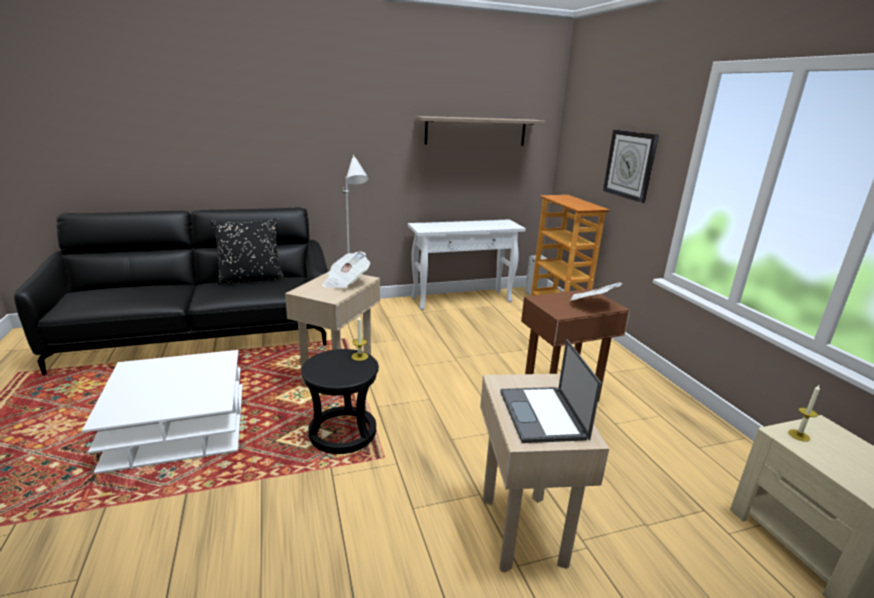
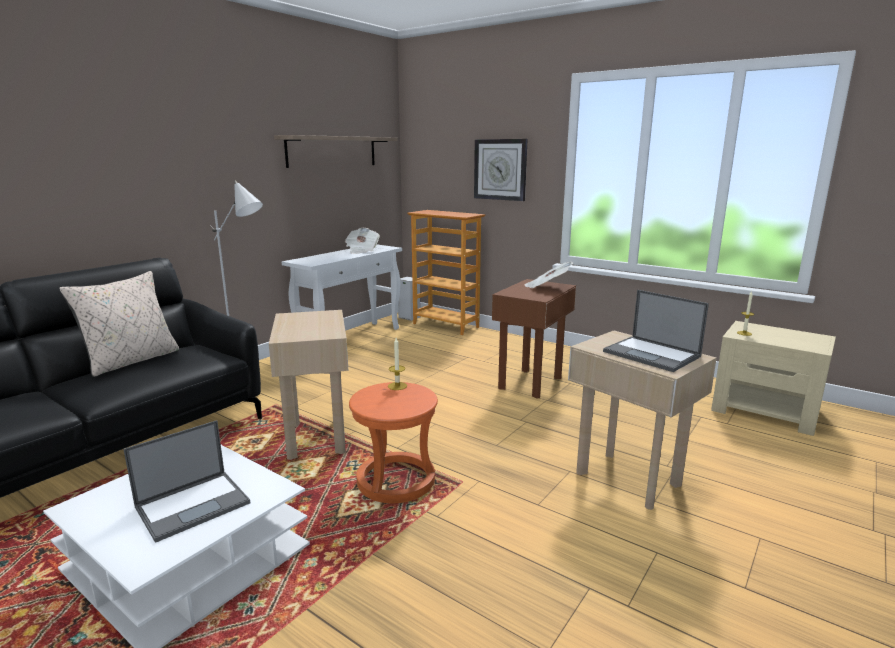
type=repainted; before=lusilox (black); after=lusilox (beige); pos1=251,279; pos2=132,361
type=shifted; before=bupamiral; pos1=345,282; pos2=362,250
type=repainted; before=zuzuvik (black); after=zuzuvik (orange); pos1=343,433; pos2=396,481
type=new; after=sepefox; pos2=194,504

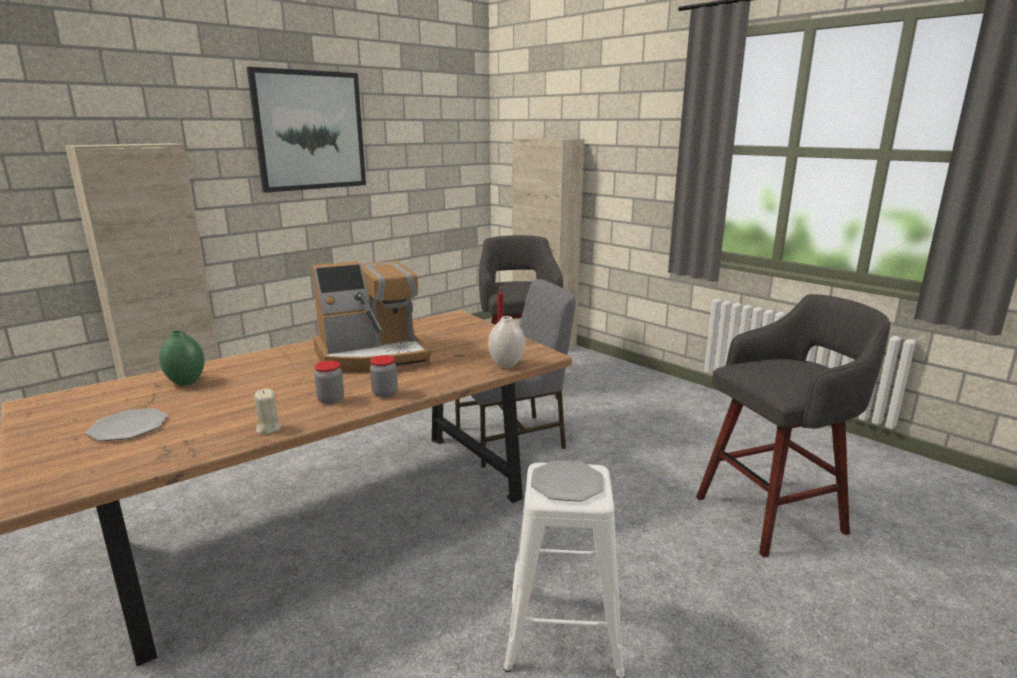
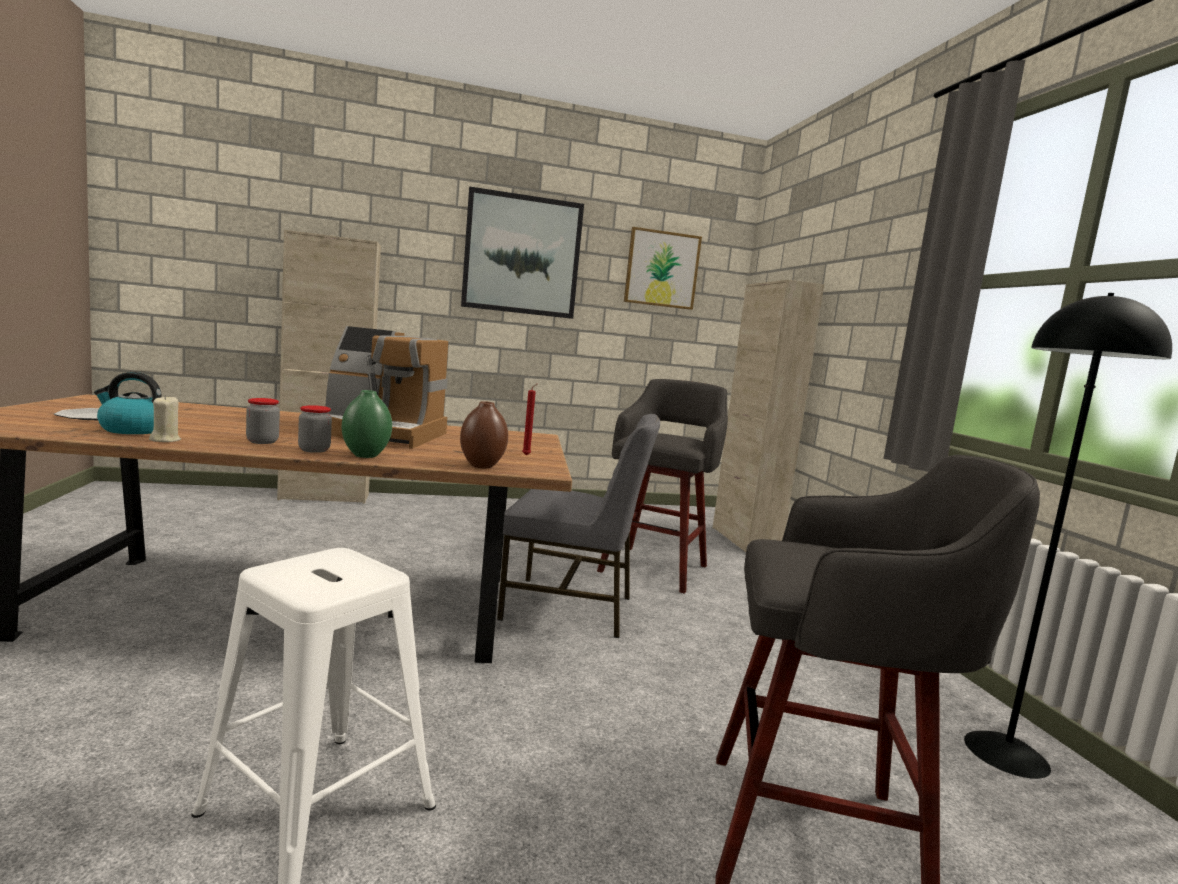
type=repainted; before=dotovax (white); after=dotovax (brown); pos1=506,365; pos2=481,466
type=shifted; before=dotovax (green); pos1=185,382; pos2=365,455
type=gone; before=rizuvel; pos1=567,483
type=new; after=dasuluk; pos2=662,269
type=new; after=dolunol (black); pos2=1007,754
type=new; after=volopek; pos2=133,430

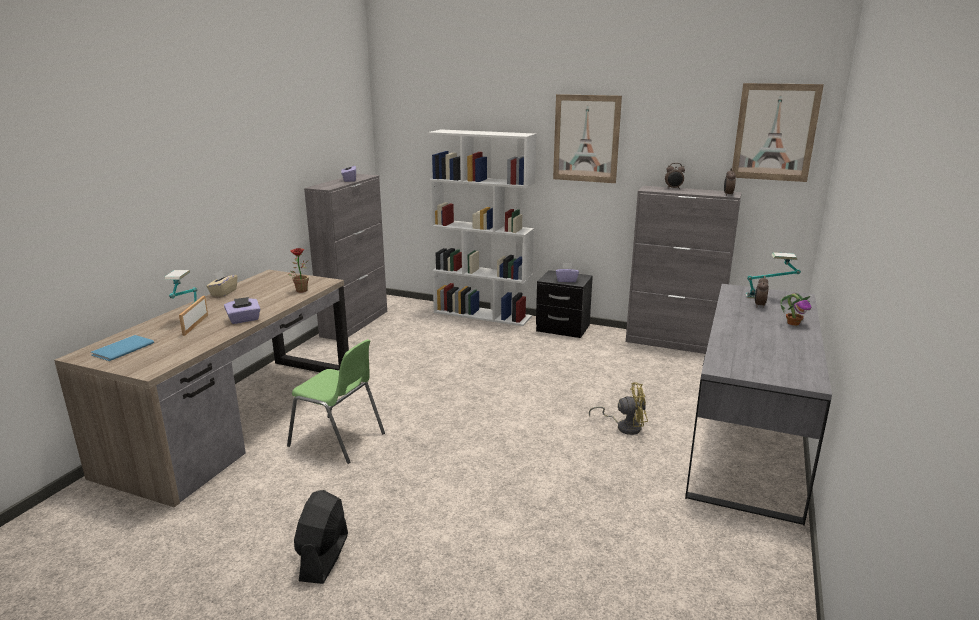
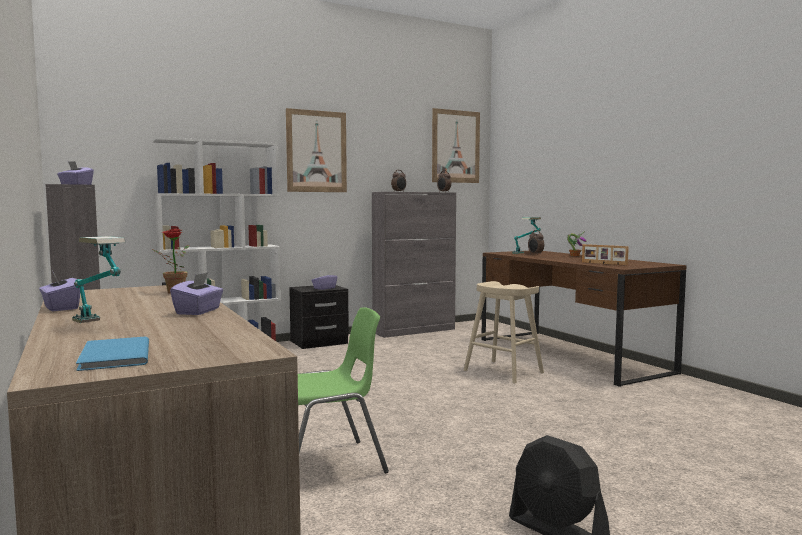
type=repainted; before=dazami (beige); after=dazami (purple); pos1=223,292; pos2=60,308
type=repainted; before=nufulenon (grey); after=nufulenon (brown); pos1=747,439; pos2=569,355
type=shifted; before=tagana; pos1=195,325; pos2=604,263
type=swapped; before=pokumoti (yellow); after=zuzuvik (beige); pos1=624,426; pos2=503,372

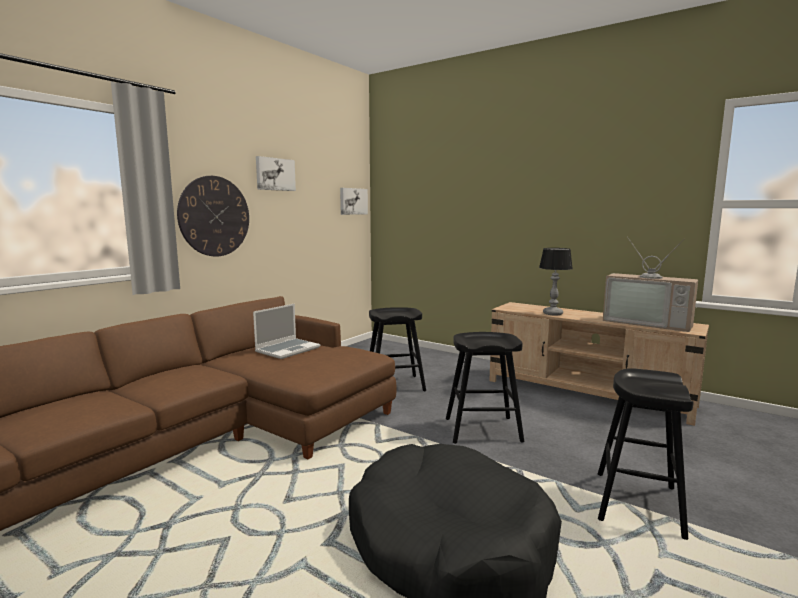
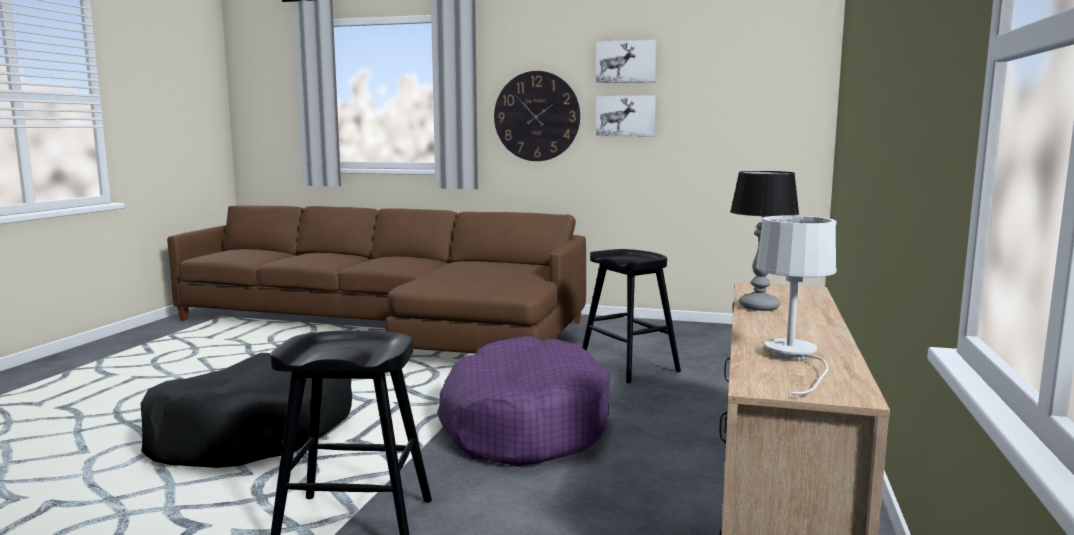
type=shifted; before=dasuluk; pos1=353,201; pos2=626,116
type=swapped; before=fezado; after=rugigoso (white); pos1=648,322; pos2=794,359
type=gone; before=sepefox; pos1=288,349
type=swapped; before=zuzuvik (black); after=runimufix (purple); pos1=482,430; pos2=523,424

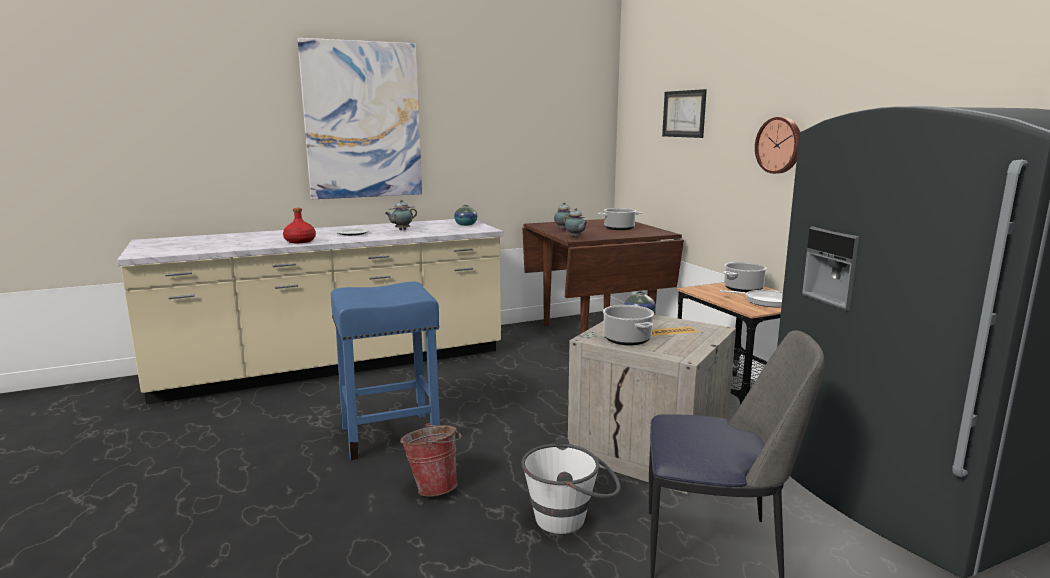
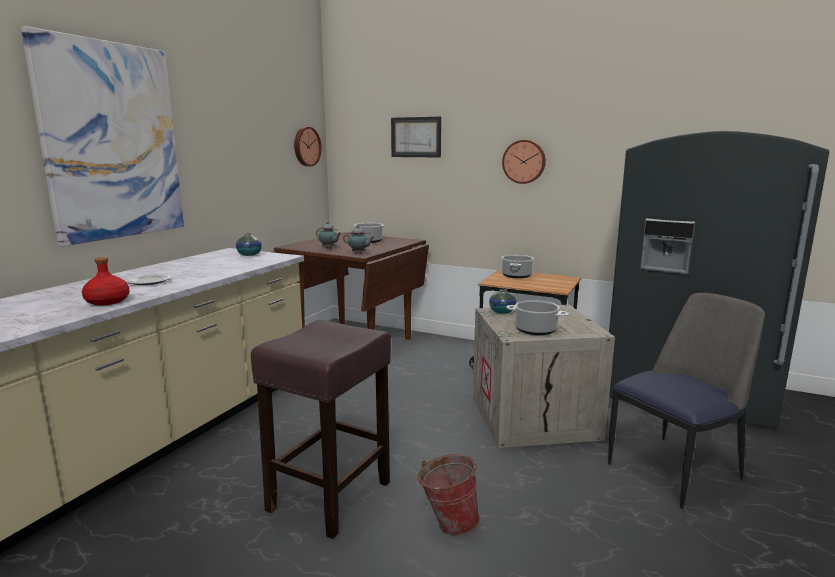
type=gone; before=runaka; pos1=401,230
type=repainted; before=zuzuvik (blue); after=zuzuvik (brown); pos1=392,435; pos2=331,495
type=gone; before=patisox; pos1=765,301
type=gone; before=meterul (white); pos1=571,518
type=new; after=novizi; pos2=306,146

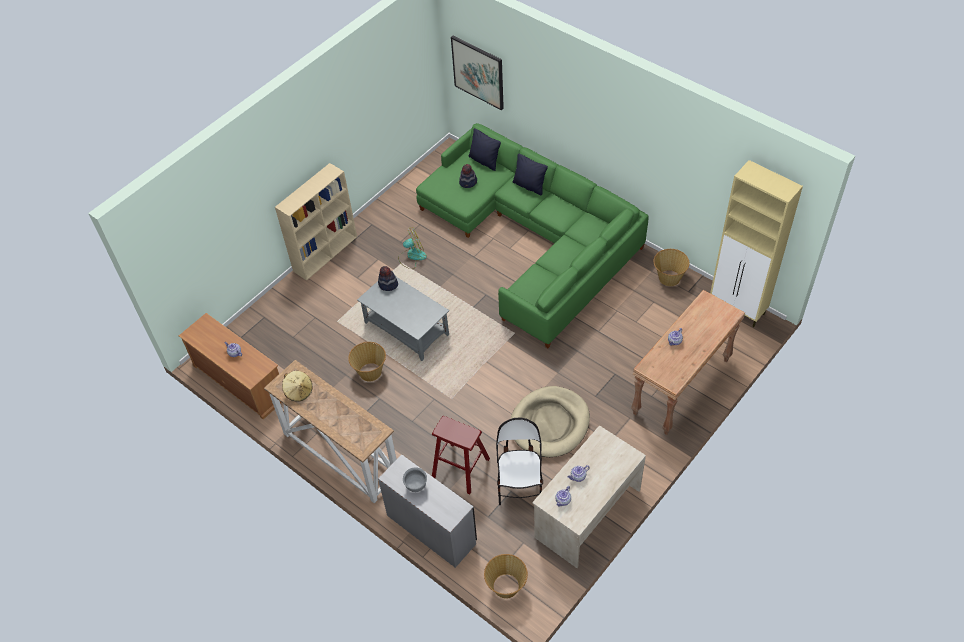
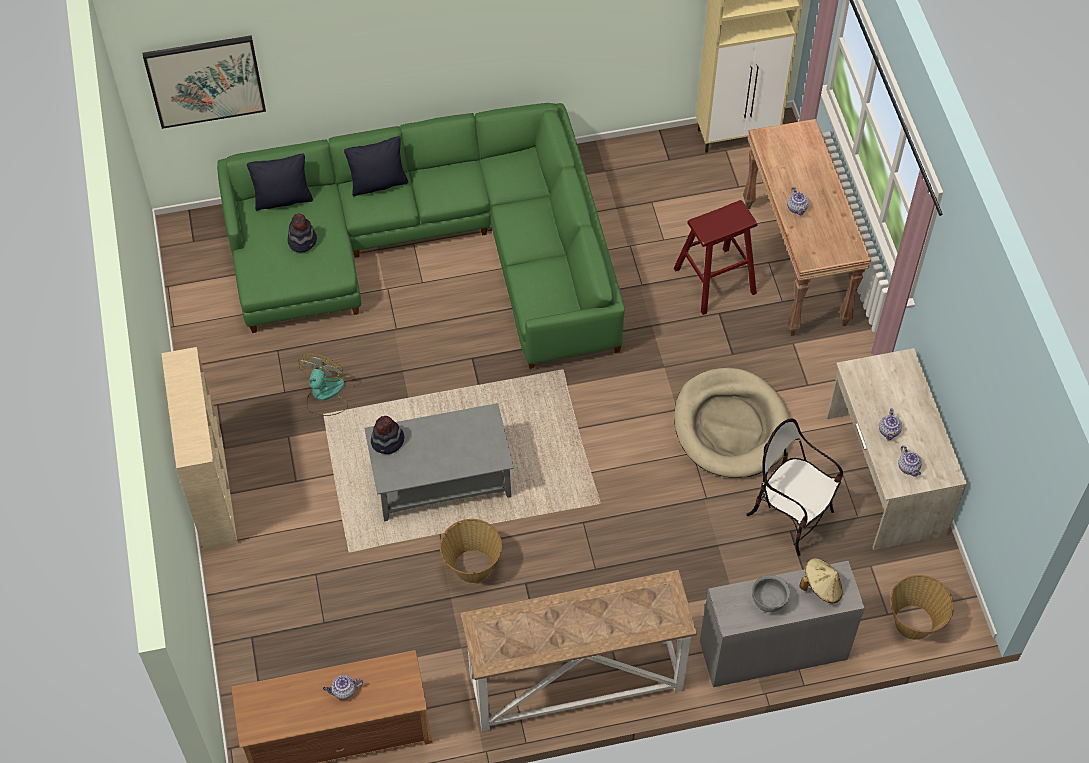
type=gone; before=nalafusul; pos1=669,278
type=shifted; before=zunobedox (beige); pos1=299,391; pos2=821,587
type=shifted; before=zuzuvik (red); pos1=461,468; pos2=715,281

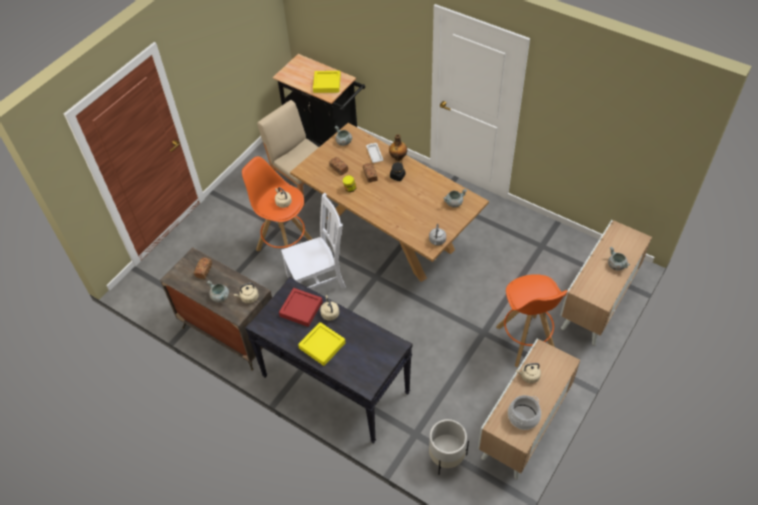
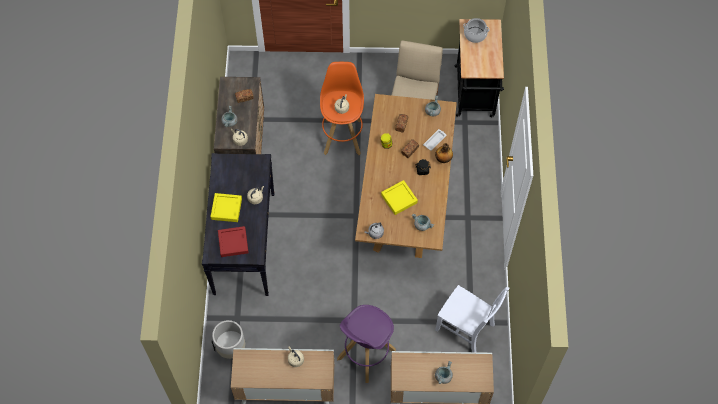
type=shifted; before=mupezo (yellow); pos1=327,84; pos2=399,199
type=shifted; before=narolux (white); pos1=318,280; pos2=466,328
type=repainted; before=zuzuvik (orange); after=zuzuvik (purple); pos1=526,341; pos2=365,355
type=shifted; before=mupezo (red); pos1=301,309; pos2=233,243
type=shifted; before=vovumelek; pos1=523,417; pos2=475,35

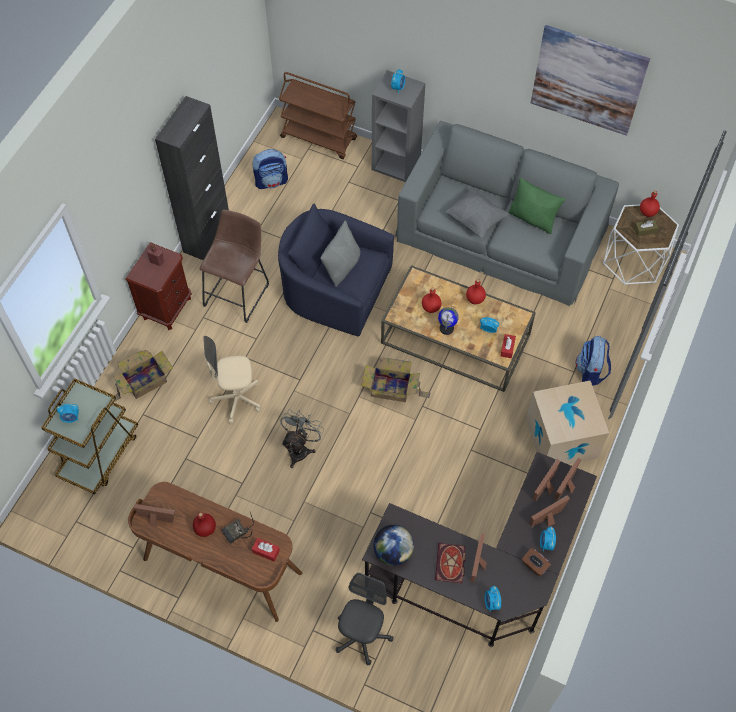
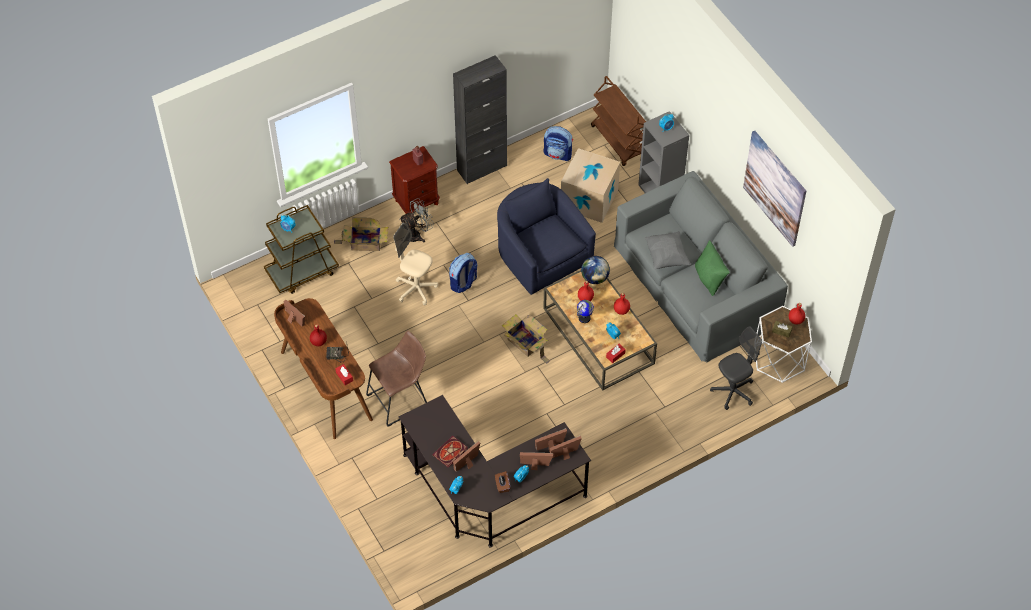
type=shifted; before=zuzuvik (brown); pos1=238,292; pos2=400,399
type=gone; before=lusilox (grey); pos1=342,266
type=shifted; before=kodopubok; pos1=590,371; pos2=463,283
type=shifted; before=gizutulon; pos1=561,438; pos2=589,199
type=shifted; before=pokumoti (grey); pos1=300,448; pos2=417,235
type=shifted; before=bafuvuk; pos1=393,552; pos2=595,278
type=shifted; before=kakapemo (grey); pos1=362,636; pos2=733,392

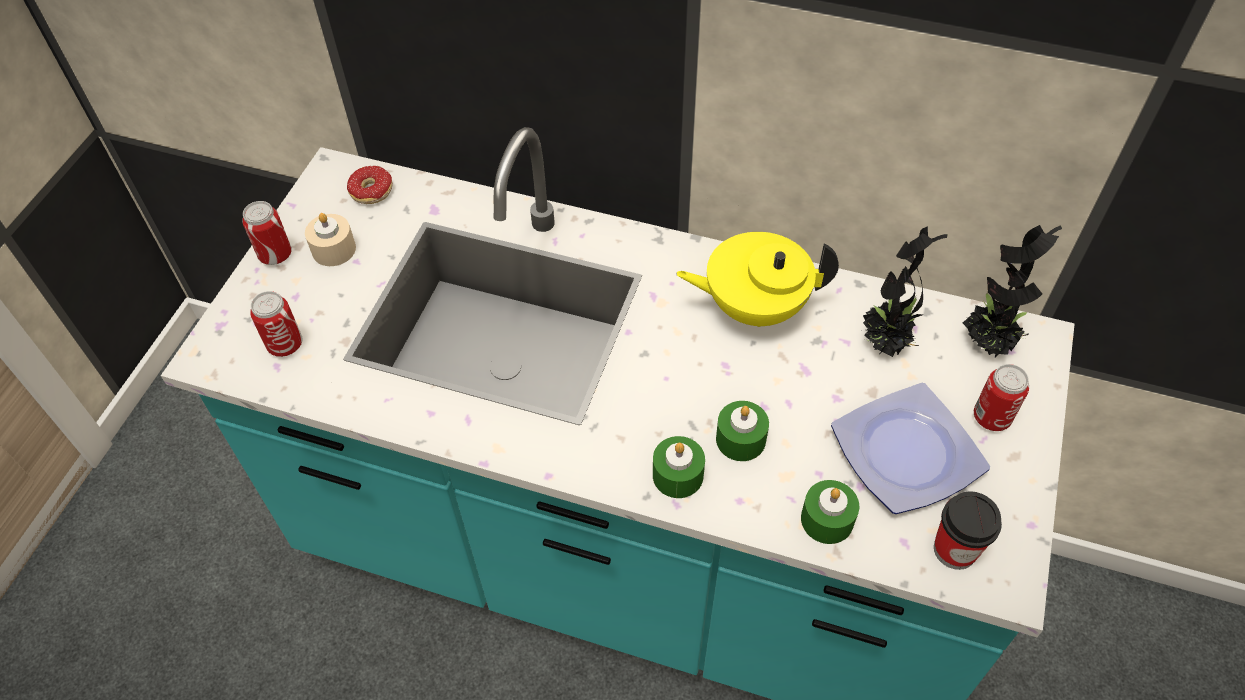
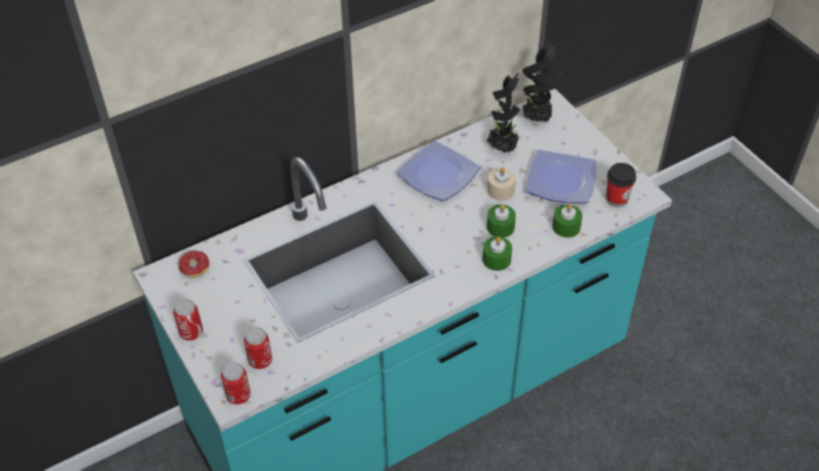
type=shifted; before=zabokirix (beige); pos1=334,249; pos2=500,190
type=swapped; before=runaka (yellow); after=rizuvel; pos1=754,306; pos2=436,175
type=shifted; before=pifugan; pos1=991,417; pos2=238,395

